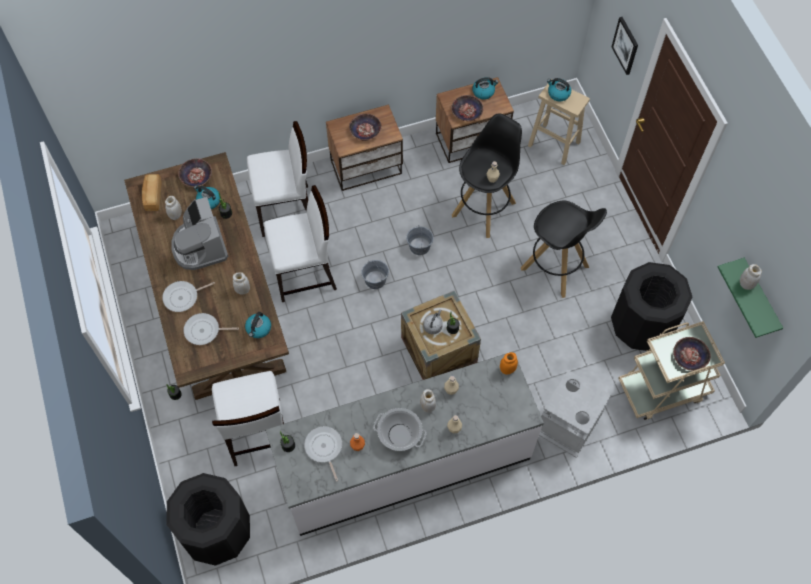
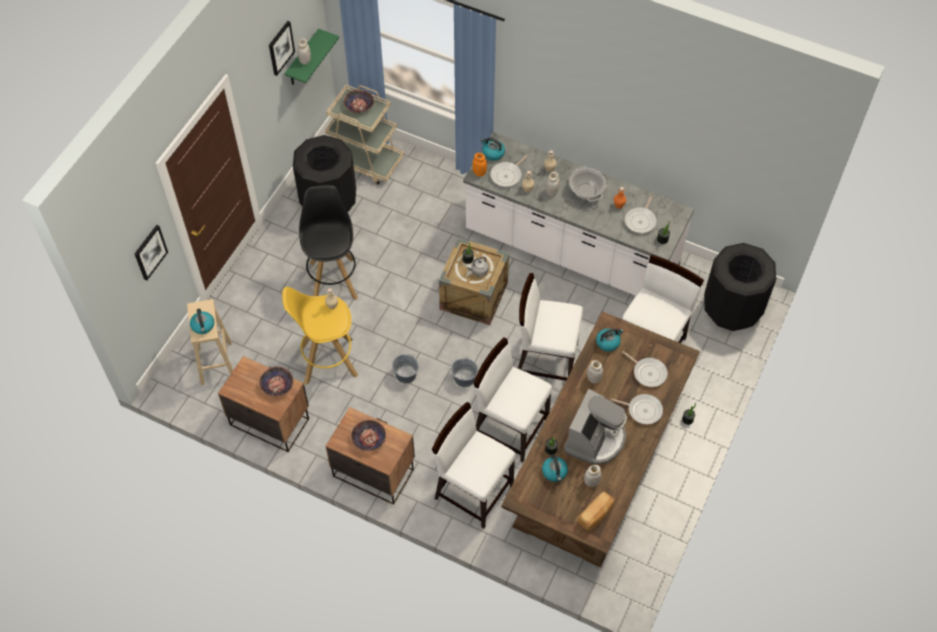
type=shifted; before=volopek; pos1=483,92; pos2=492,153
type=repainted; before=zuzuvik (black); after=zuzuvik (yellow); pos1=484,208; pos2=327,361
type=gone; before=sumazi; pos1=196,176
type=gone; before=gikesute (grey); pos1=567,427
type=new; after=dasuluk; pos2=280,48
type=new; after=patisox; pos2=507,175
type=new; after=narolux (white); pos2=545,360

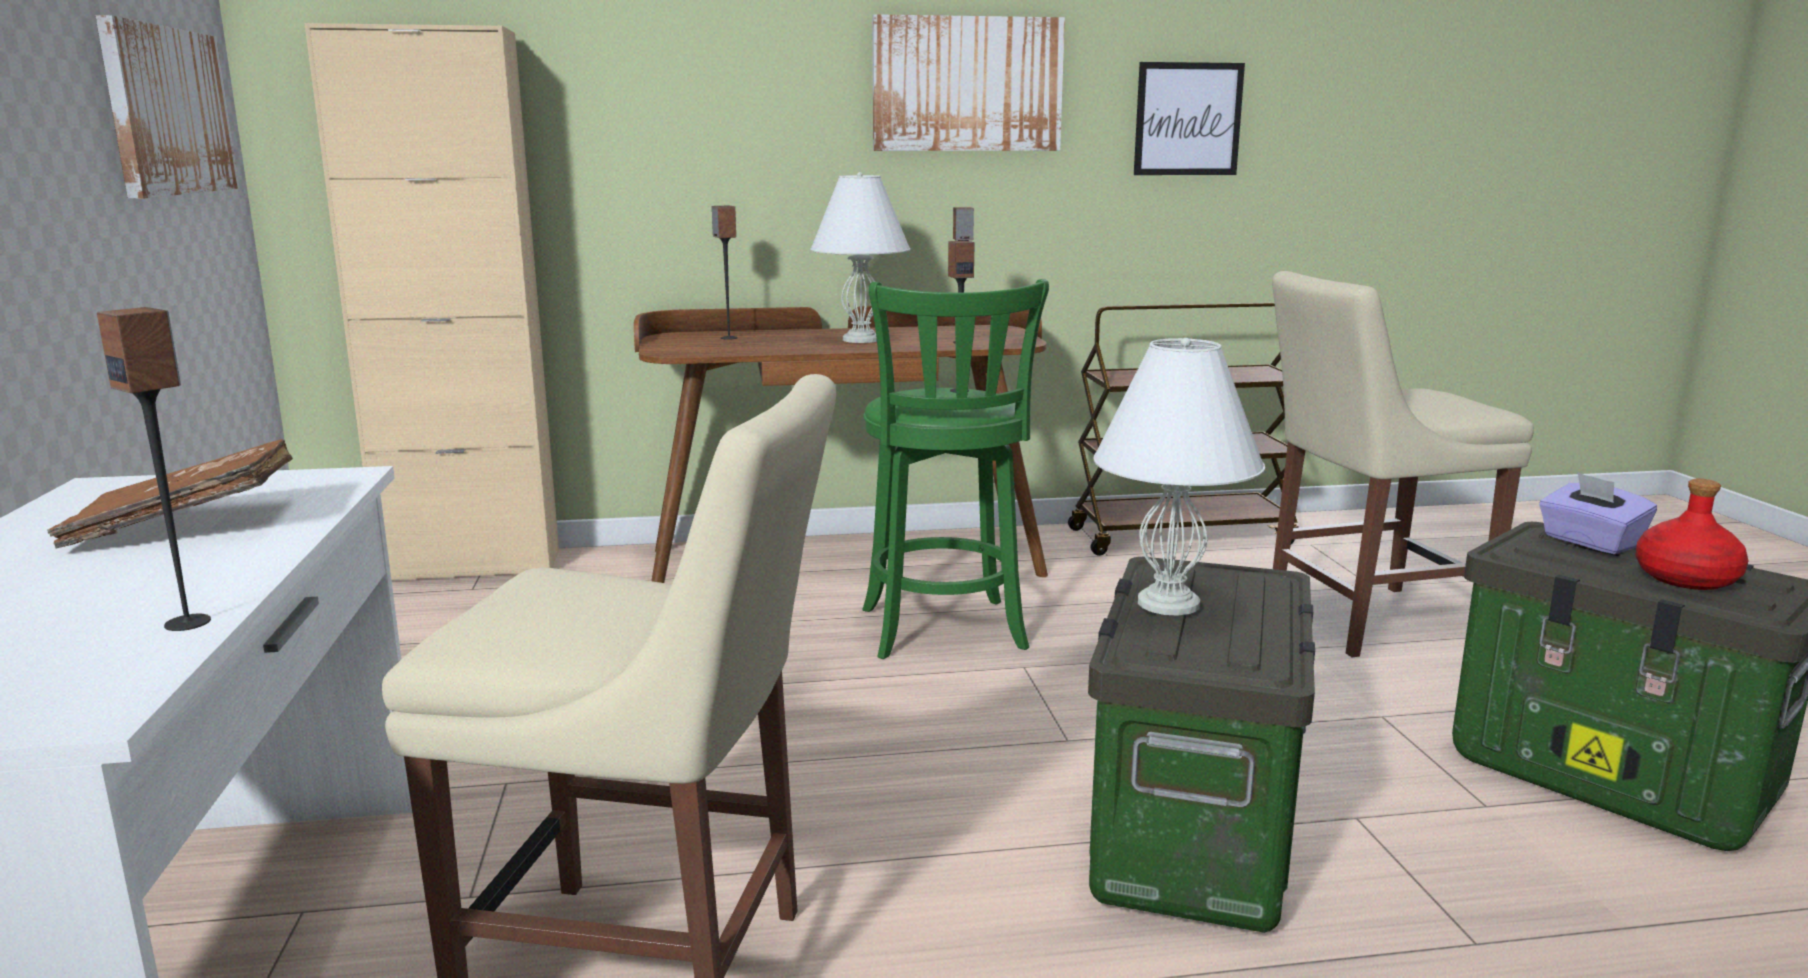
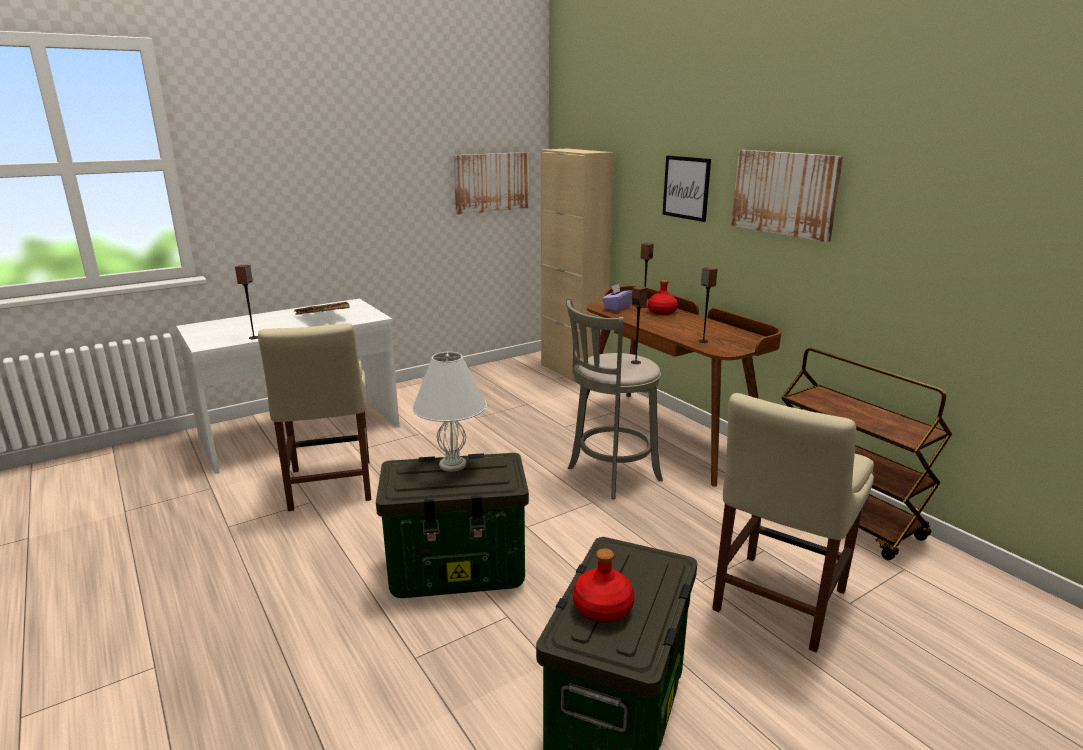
type=shifted; before=dasuluk; pos1=1188,119; pos2=686,188
type=gone; before=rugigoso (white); pos1=861,339
type=rotated; before=narolux (beige); pos1=1364,621; pos2=776,603; turn=-105
type=repainted; before=zuzuvik (green); after=zuzuvik (grey); pos1=944,632; pos2=610,475
type=shifted; before=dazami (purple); pos1=1590,542; pos2=616,308
type=new; after=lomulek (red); pos2=661,312

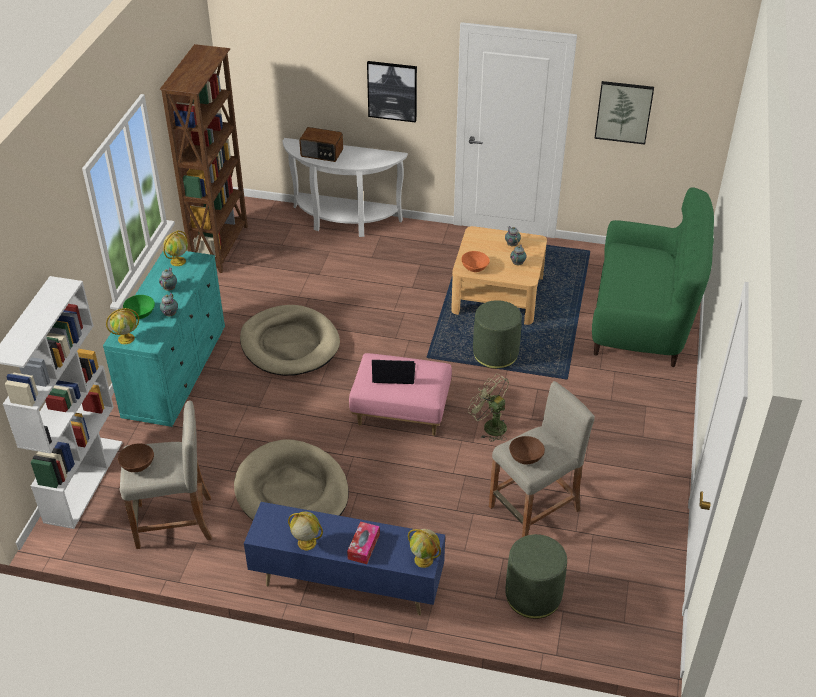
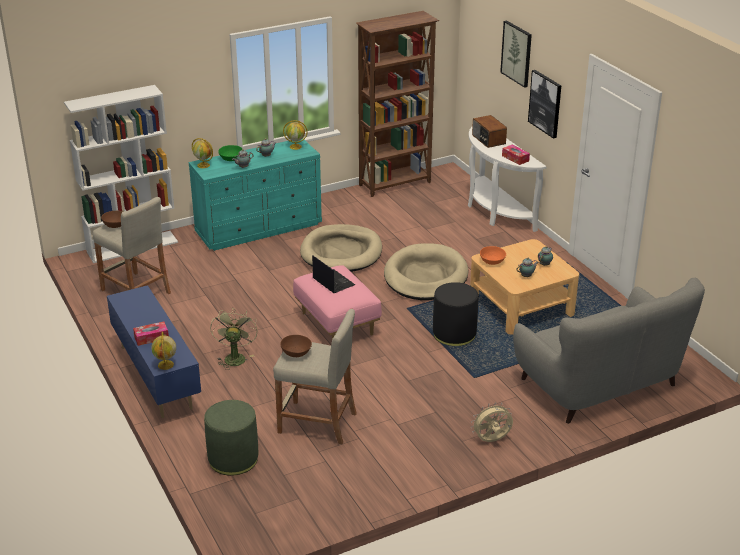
type=shifted; before=dasuluk; pos1=623,112; pos2=517,53
type=repainted; before=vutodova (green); after=vutodova (grey); pos1=643,320; pos2=599,384
type=repainted; before=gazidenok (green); after=gazidenok (black); pos1=495,353; pos2=454,334
type=shifted; before=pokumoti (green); pos1=490,426; pos2=234,357
type=shifted; before=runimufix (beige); pos1=292,492; pos2=425,276
type=gone; before=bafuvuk; pos1=306,542
type=new; after=dazami; pos2=515,158
type=new; after=pokumoti (beige); pos2=492,441

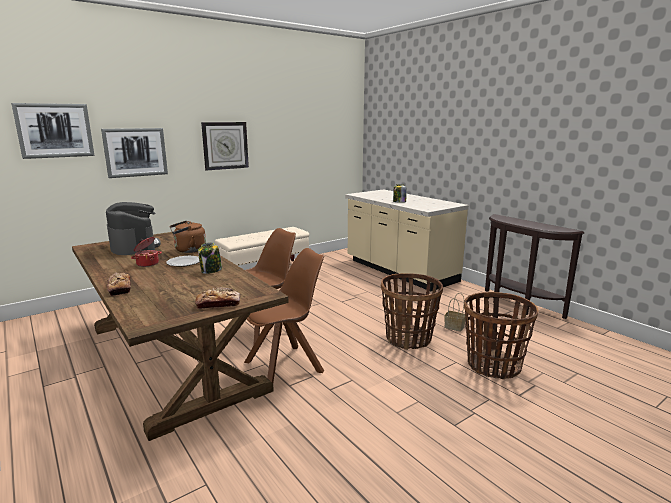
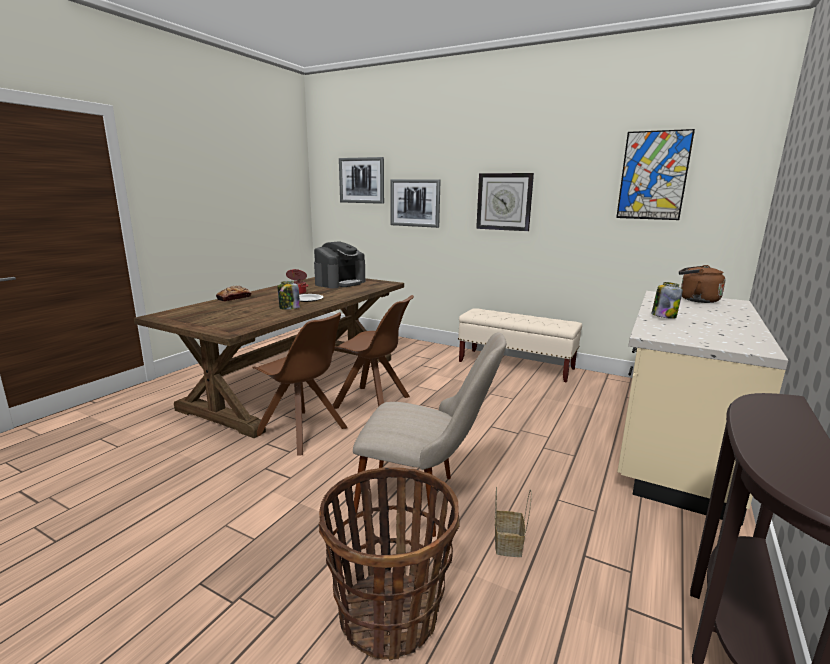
type=shifted; before=volopek (brown); pos1=188,250; pos2=696,300
type=swapped; before=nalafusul; after=narolux (beige); pos1=408,339; pos2=424,501
type=gone; before=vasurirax; pos1=218,304
type=new; after=dasuluk; pos2=653,175

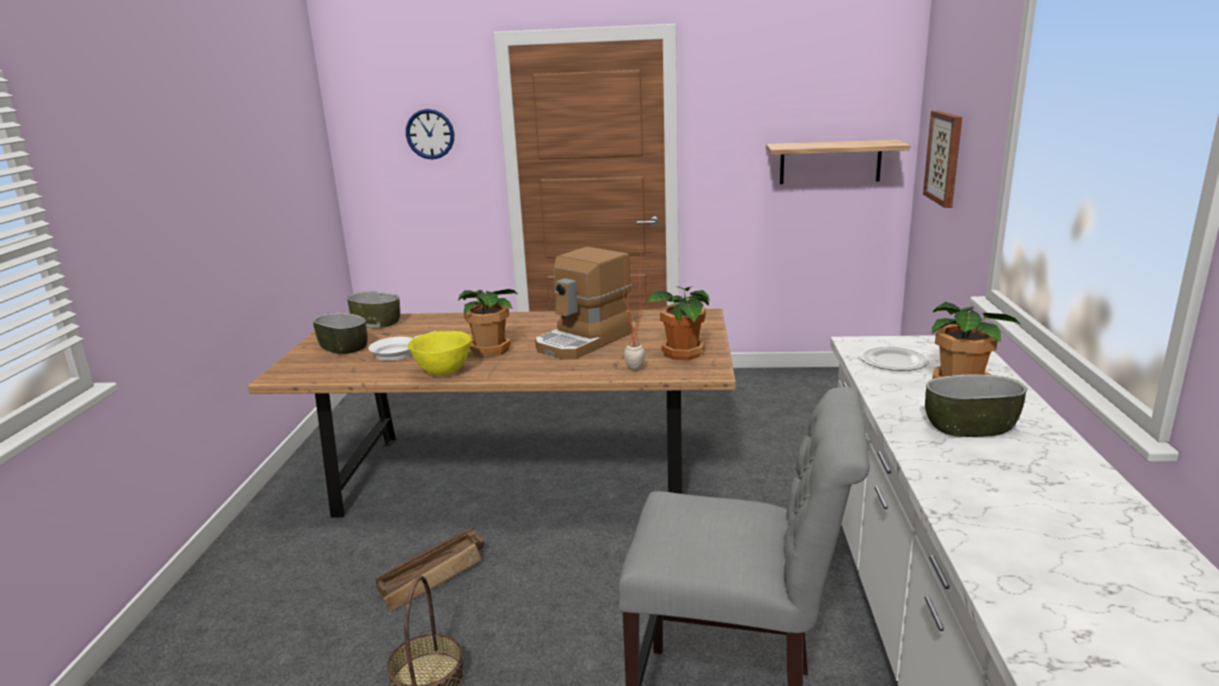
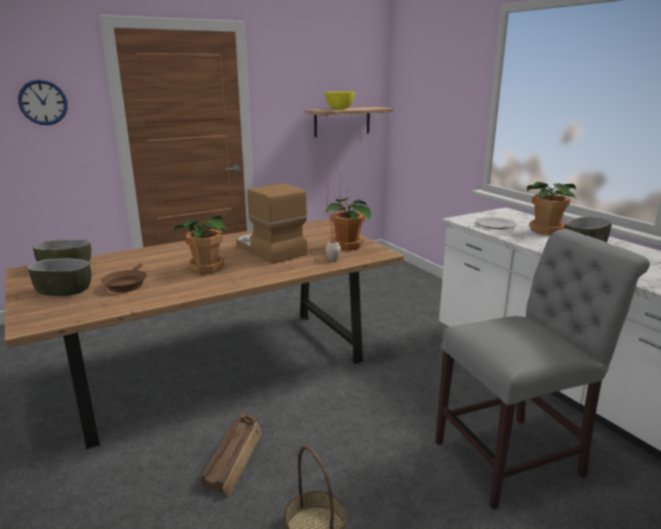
type=gone; before=dasuluk; pos1=945,158
type=rotated; before=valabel; pos1=584,341; pos2=269,250; turn=135
type=repainted; before=patisox (white); after=patisox (brown); pos1=397,352; pos2=126,284
type=shifted; before=sumazi (yellow); pos1=443,372; pos2=339,109

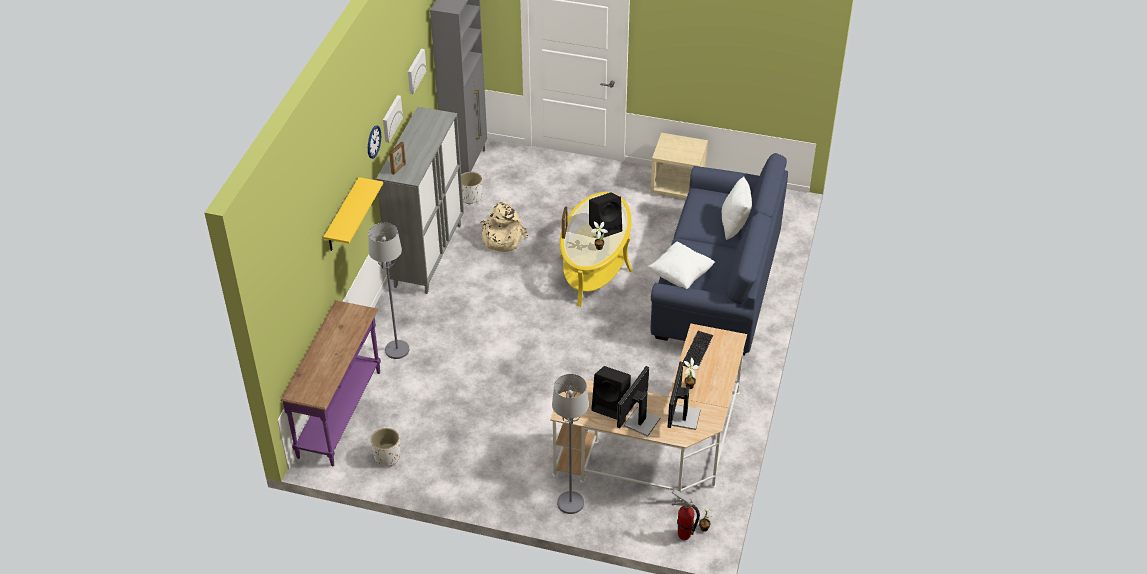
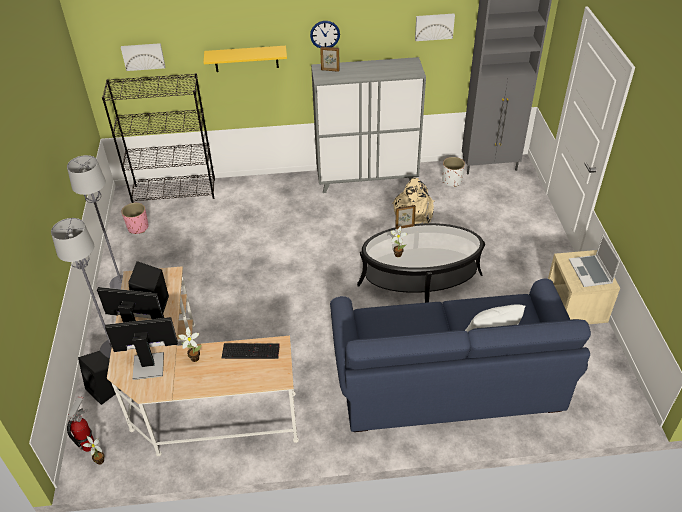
type=shifted; before=dasuluk; pos1=391,118; pos2=143,56
type=repainted; before=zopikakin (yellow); after=zopikakin (black); pos1=595,263; pos2=420,279
type=shifted; before=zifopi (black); pos1=606,227; pos2=105,389
type=shifted; before=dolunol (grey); pos1=397,350; pos2=121,284
type=gone; before=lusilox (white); pos1=680,275
type=swapped; before=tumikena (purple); after=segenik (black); pos1=341,414; pos2=174,191
type=repainted; before=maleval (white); after=maleval (pink); pos1=387,457; pos2=138,227
type=new; after=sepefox; pos2=591,272

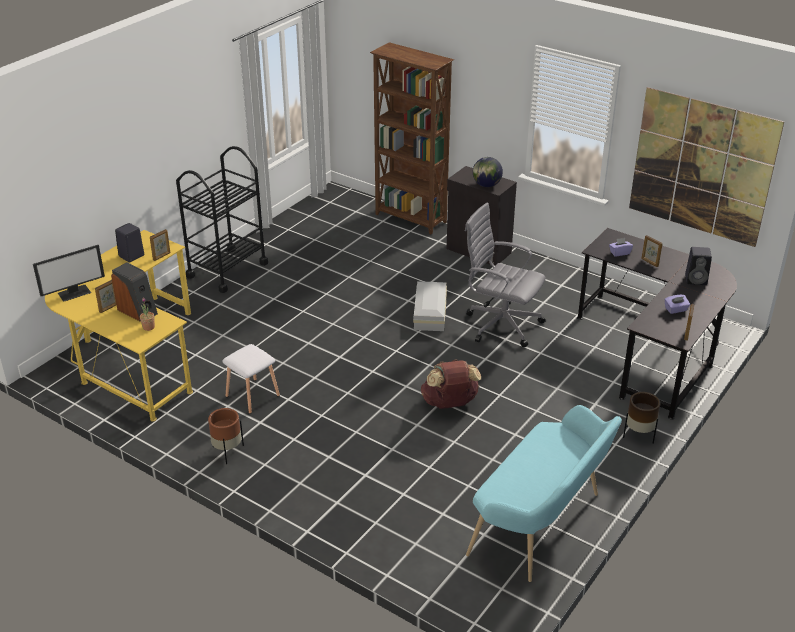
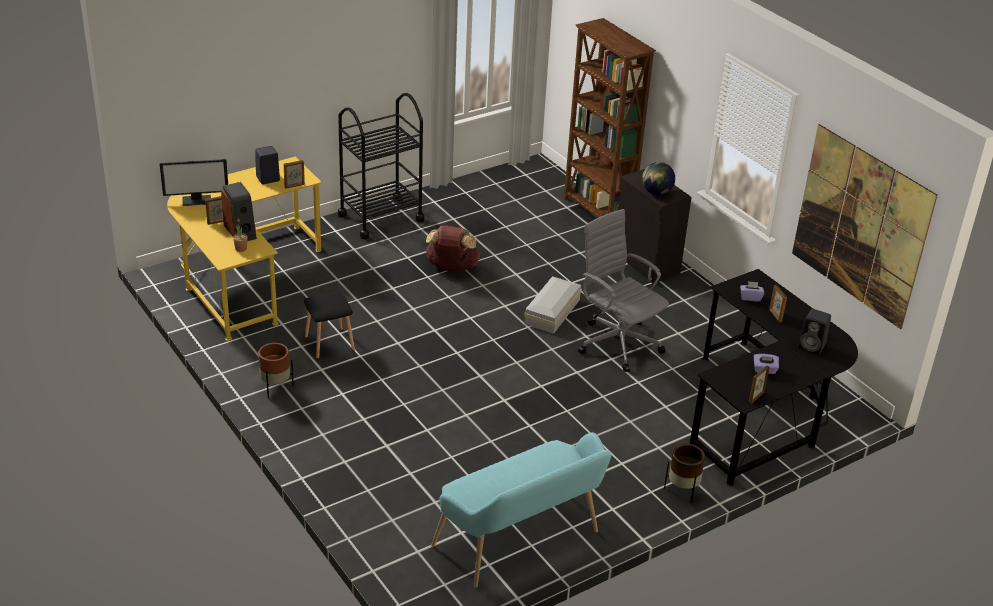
type=repainted; before=zuzuvik (white); after=zuzuvik (black); pos1=252,396; pos2=329,344
type=shifted; before=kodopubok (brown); pos1=449,404; pos2=452,268

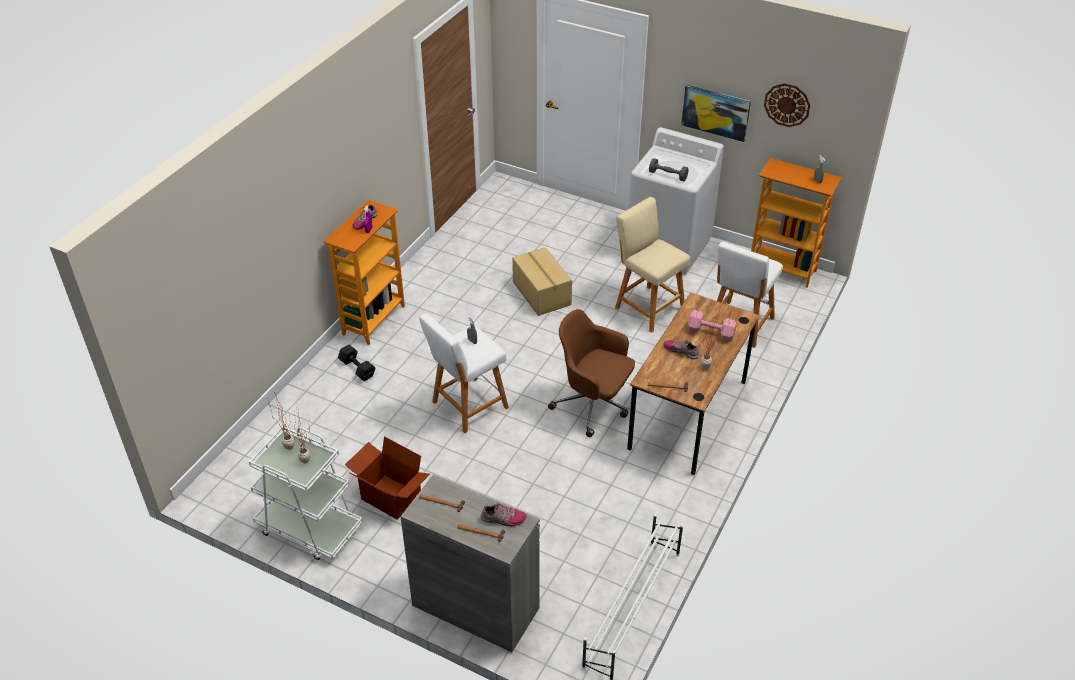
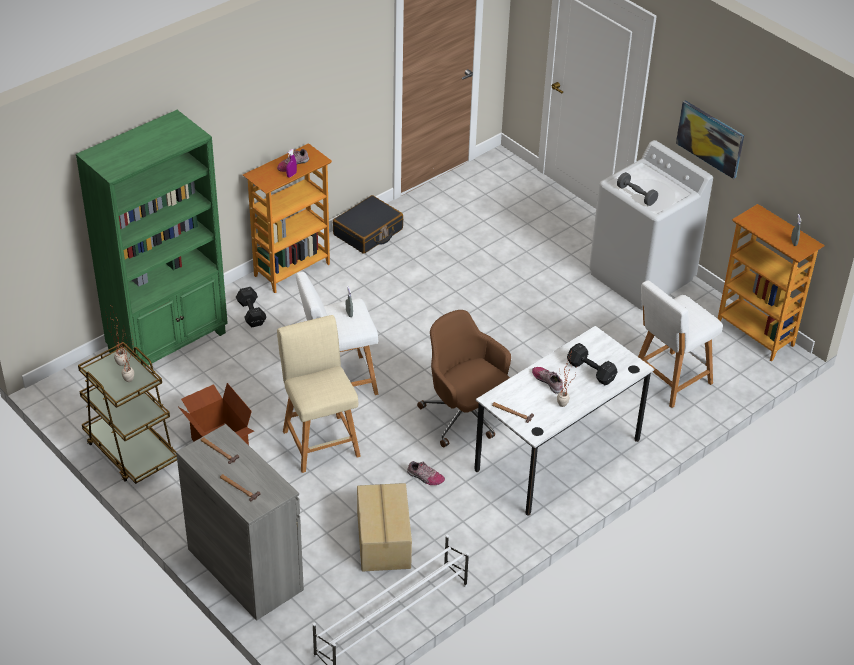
type=gone; before=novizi; pos1=787,105
type=shifted; before=zuzuvik (beige); pos1=647,307; pos2=320,440
type=shifted; before=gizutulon; pos1=541,294; pos2=382,541
type=repainted; before=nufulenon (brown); after=nufulenon (white); pos1=688,414; pos2=557,455
type=repainted; before=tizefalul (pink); after=tizefalul (black); pos1=711,332; pos2=591,372
type=repainted; before=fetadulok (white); after=fetadulok (brown); pos1=309,528; pos2=131,451
type=shifted; before=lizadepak; pos1=503,519; pos2=425,477
type=new; after=segenik (green); pos2=169,342
type=new; after=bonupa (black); pos2=368,232

